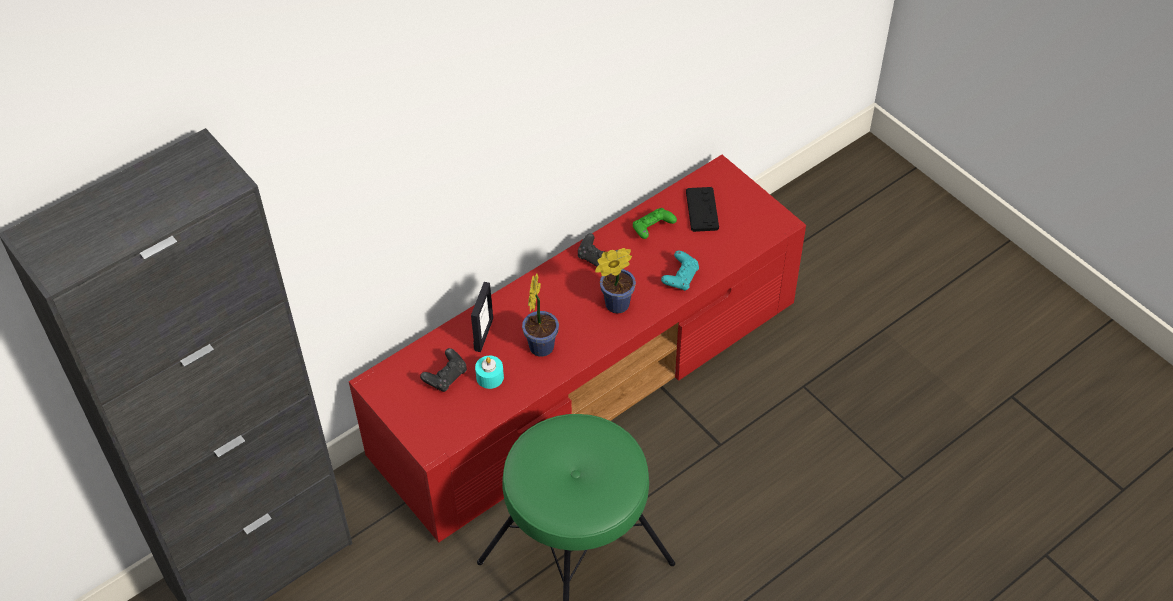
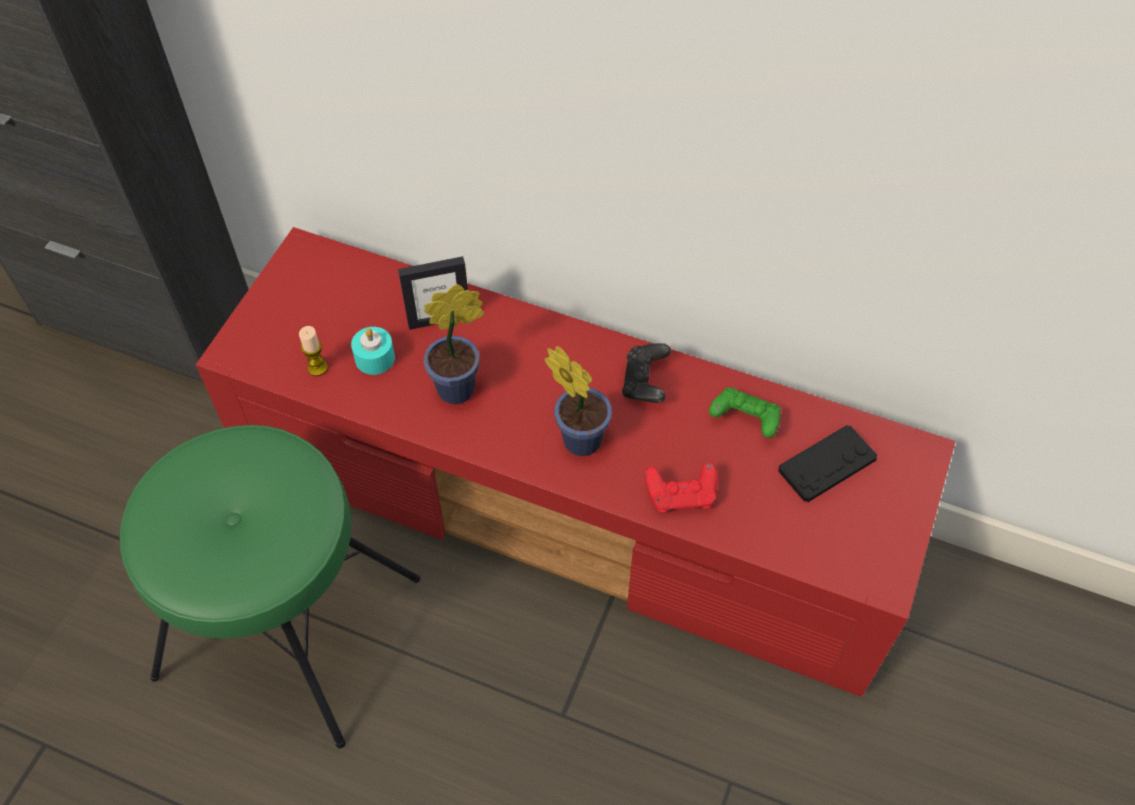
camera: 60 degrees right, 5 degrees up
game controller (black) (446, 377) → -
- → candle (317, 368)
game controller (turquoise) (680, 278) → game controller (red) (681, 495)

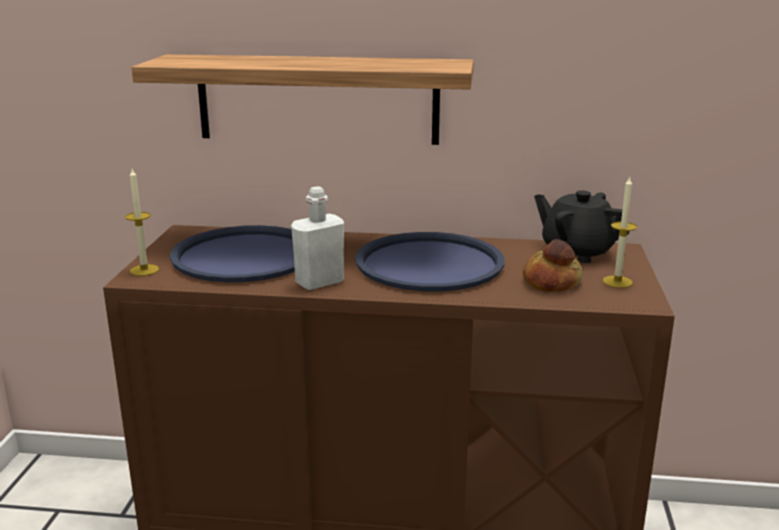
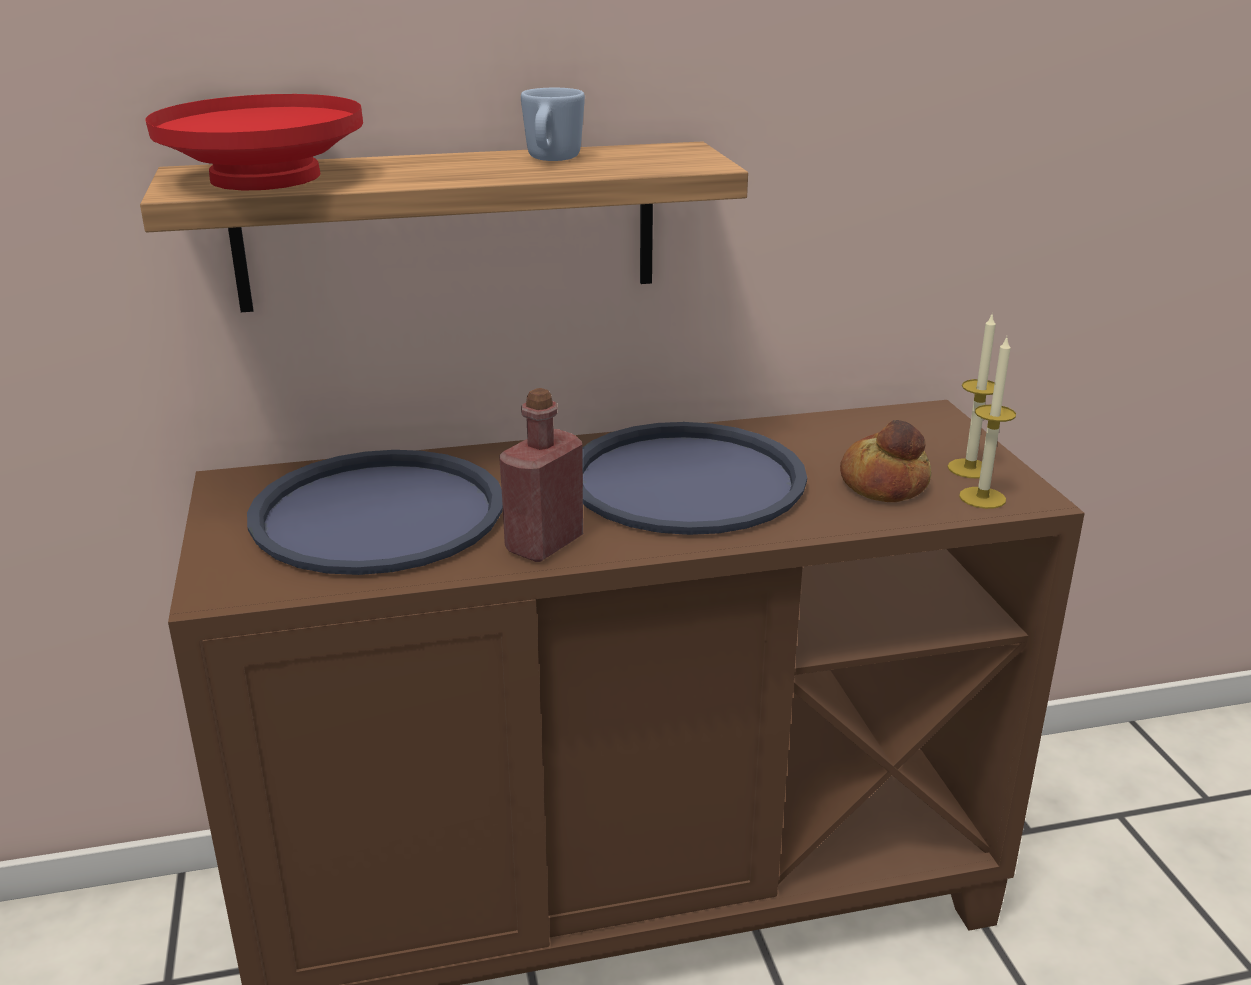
camera: 20 degrees left, 5 degrees up
teapot (black) (577, 252) → -
- → bowl (red) (264, 179)
- → mug (blue) (551, 160)
candle (144, 270) → candle (982, 498), moved
bottle (white) (319, 282) → bottle (red) (544, 544)

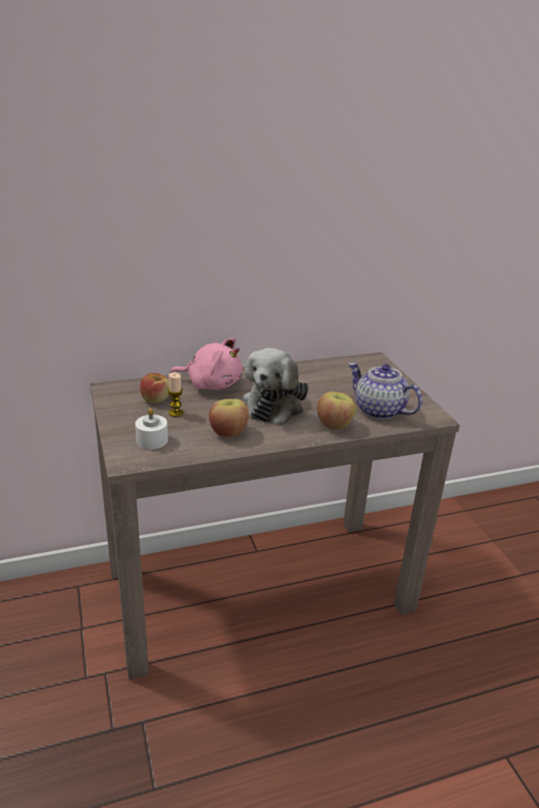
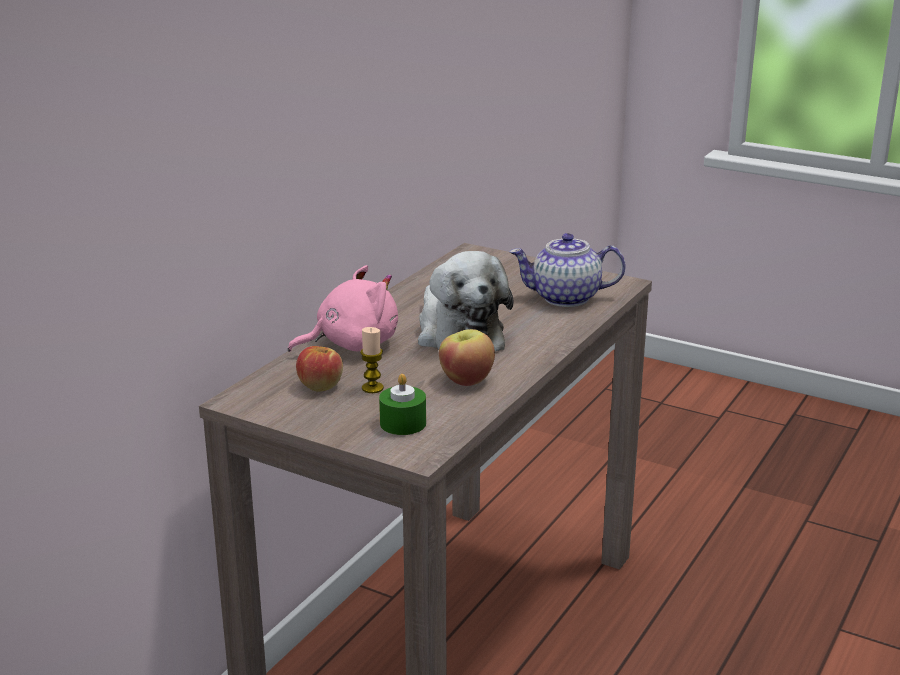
camera: 40 degrees left, 5 degrees down
apple (334, 425) → -
candle (white) (152, 440) → candle (green) (403, 423)

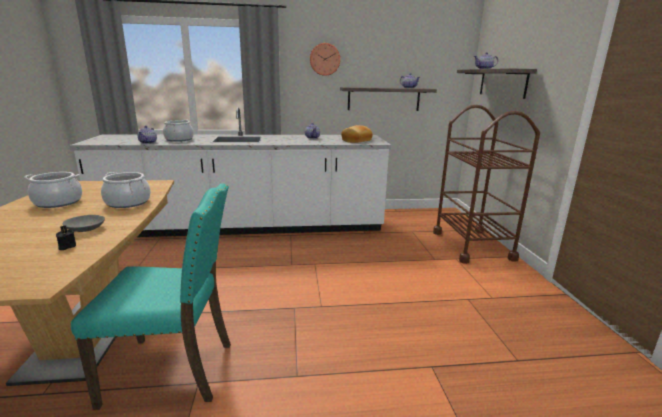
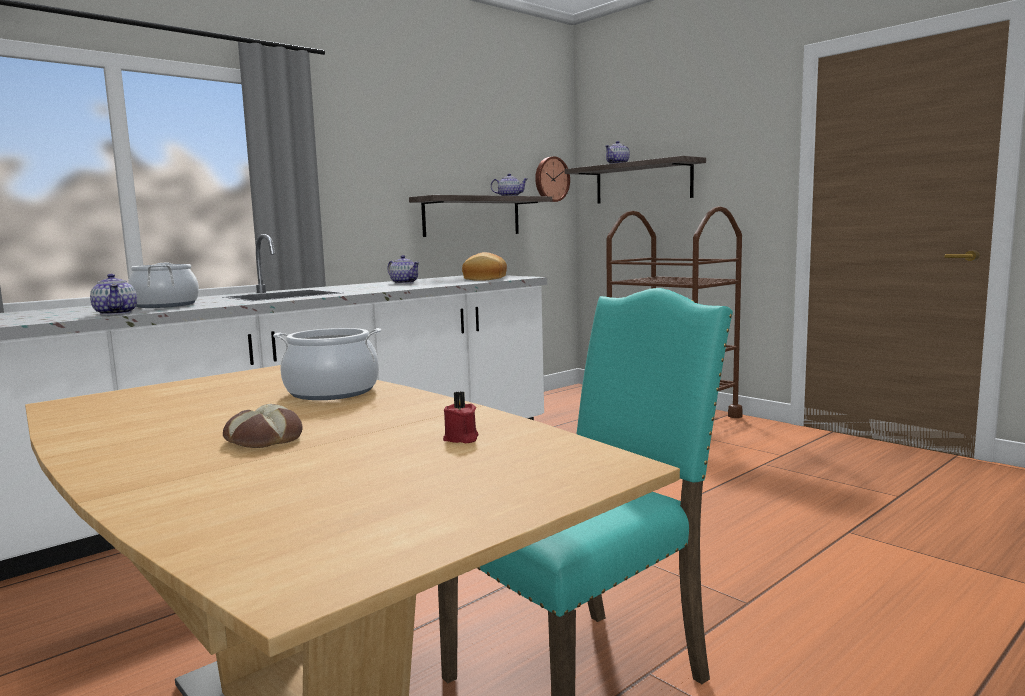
camera: 35 degrees left, 10 degrees down
cooking pot (58, 202) → -
bowl (grey) (86, 229) → -
- → bread (263, 439)
wall clock (324, 59) → wall clock (551, 179), moved
candle (black) (66, 246) → candle (red) (461, 439)

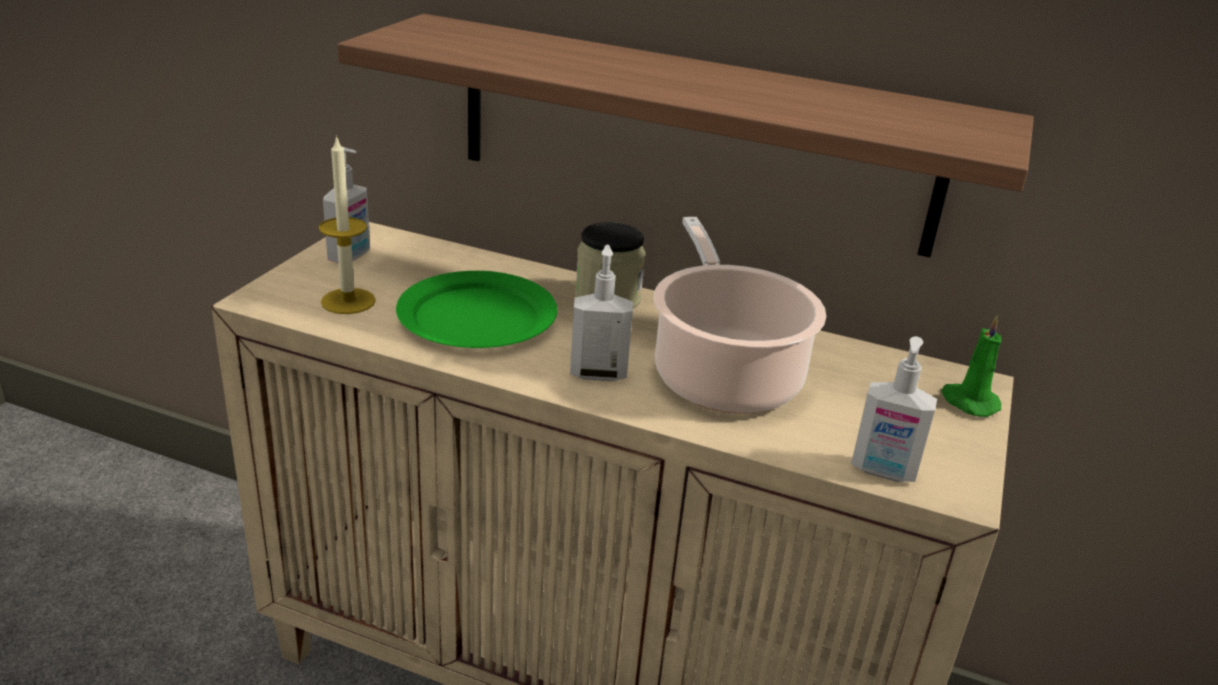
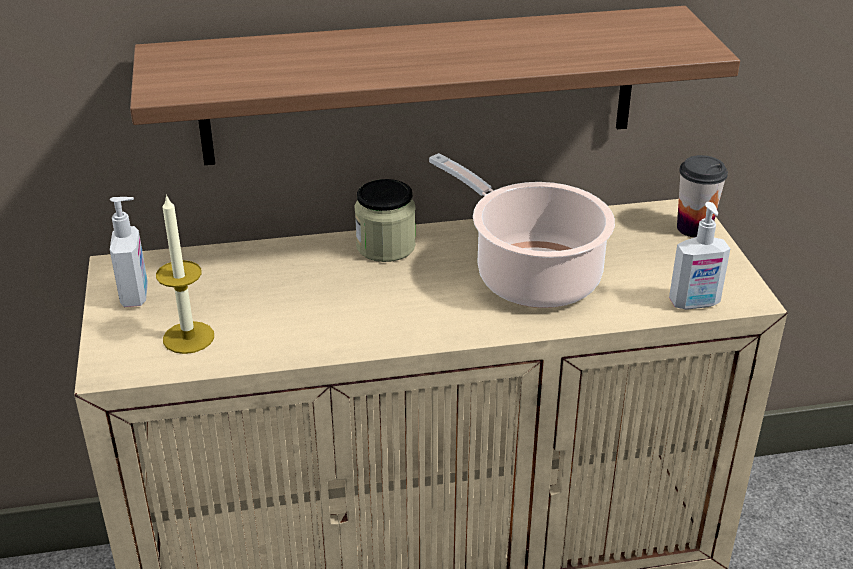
camera: 30 degrees left, 5 degrees up
plate (green) (478, 316) → -
soap dispenser (598, 373) → -
candle (green) (968, 402) → cup (694, 228)

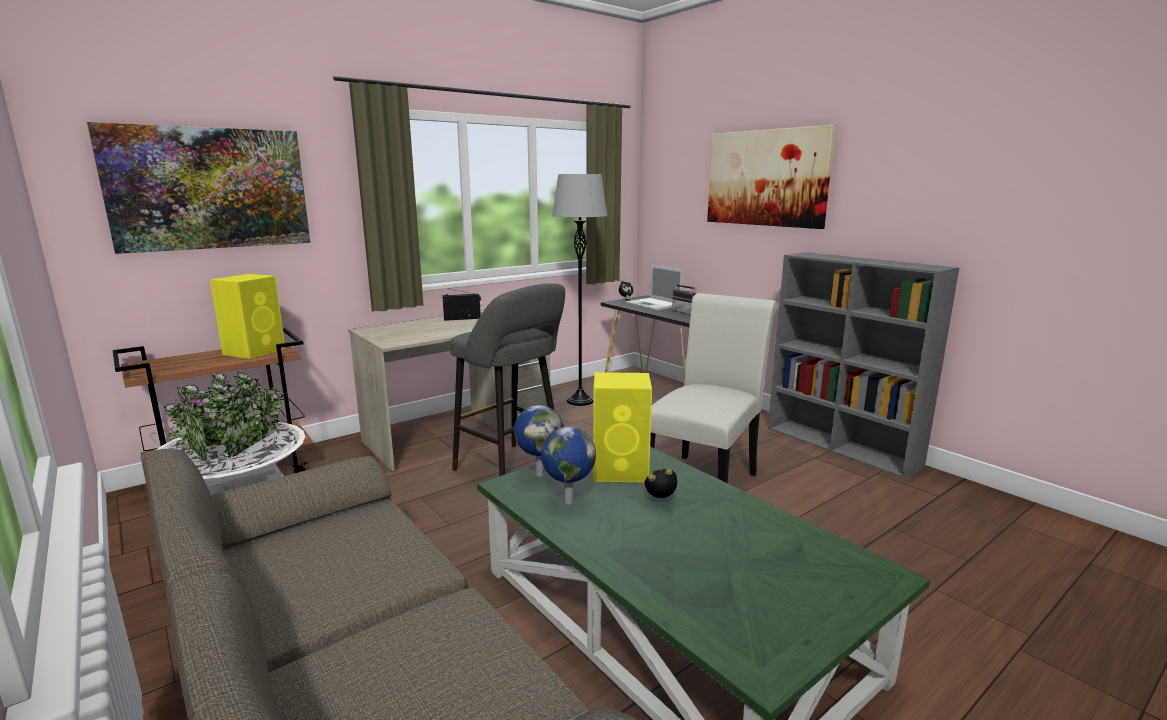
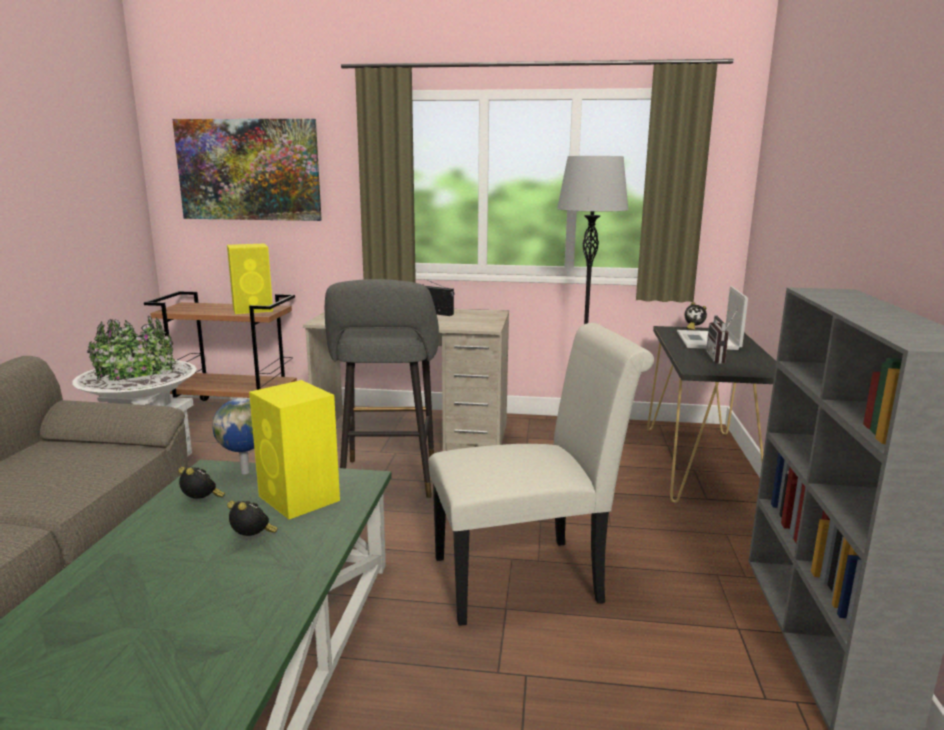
camera: 45 degrees right, 0 degrees up
picture (766, 178) → -
globe (567, 502) → alarm clock (202, 502)

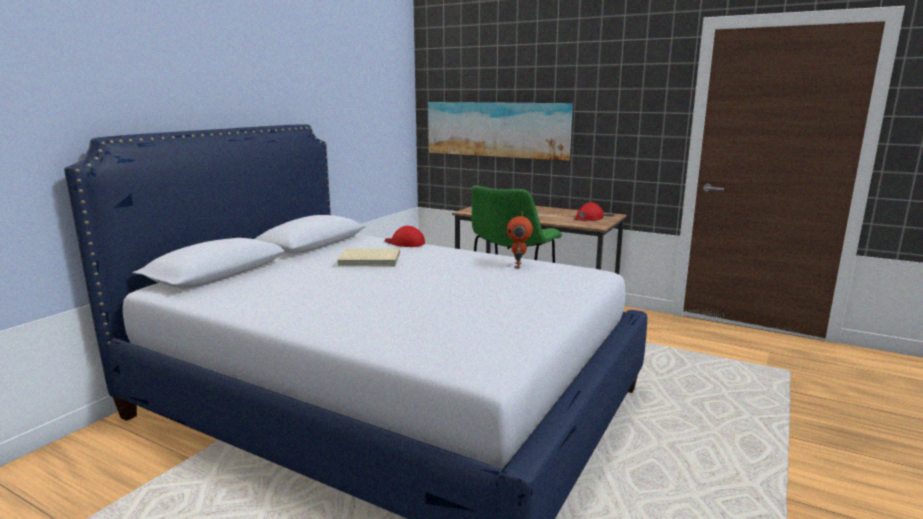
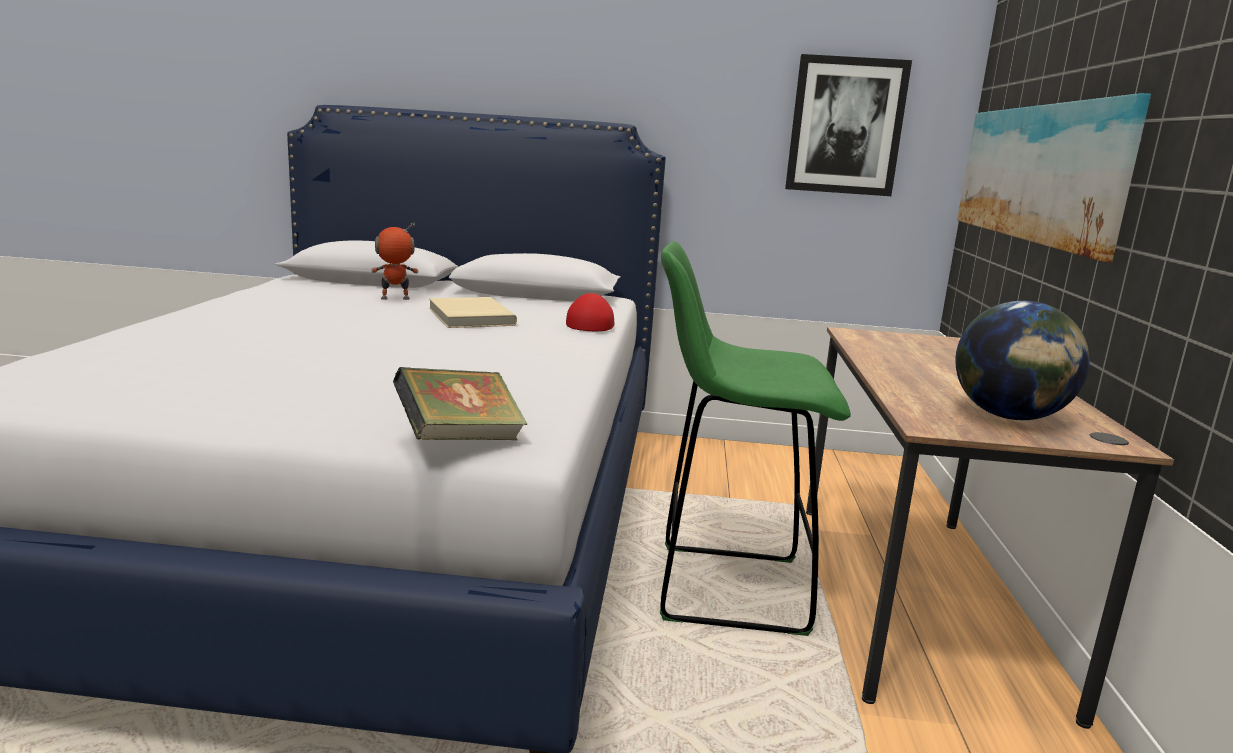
camera: 65 degrees right, 0 degrees up
- → book (460, 440)
- → picture (846, 126)
toy robot (518, 265) → toy robot (395, 299), moved
cap (red) (587, 218) → globe (1009, 417)

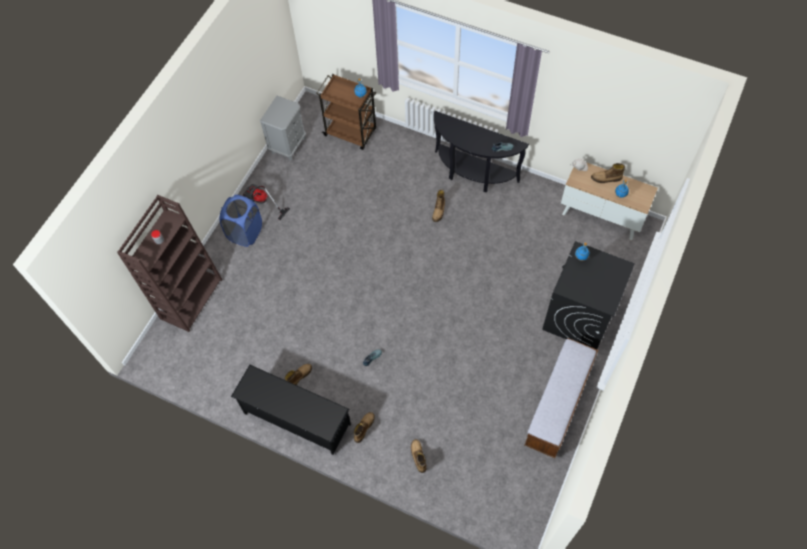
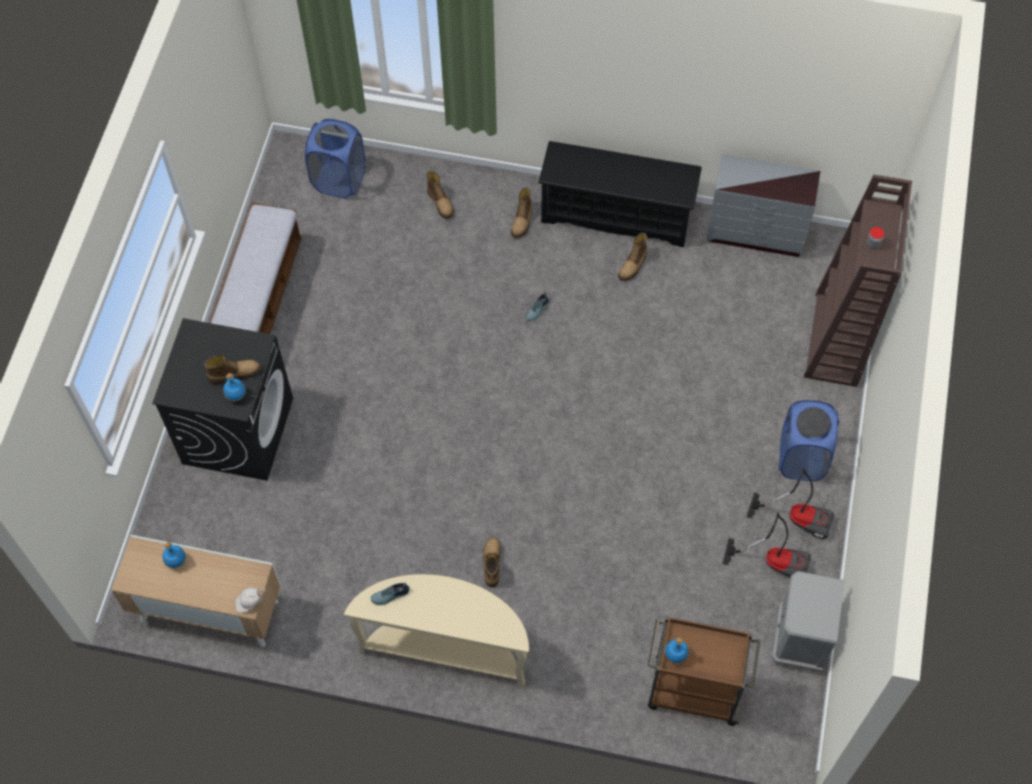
camera: 165 degrees right, 0 degrees up
- → laundry basket (blue) (339, 180)
- → dresser (grey) (756, 234)
- → vacuum cleaner (774, 560)
boot (606, 178) → boot (235, 373), moved
console table (black) (472, 174) → console table (beige) (446, 648)

